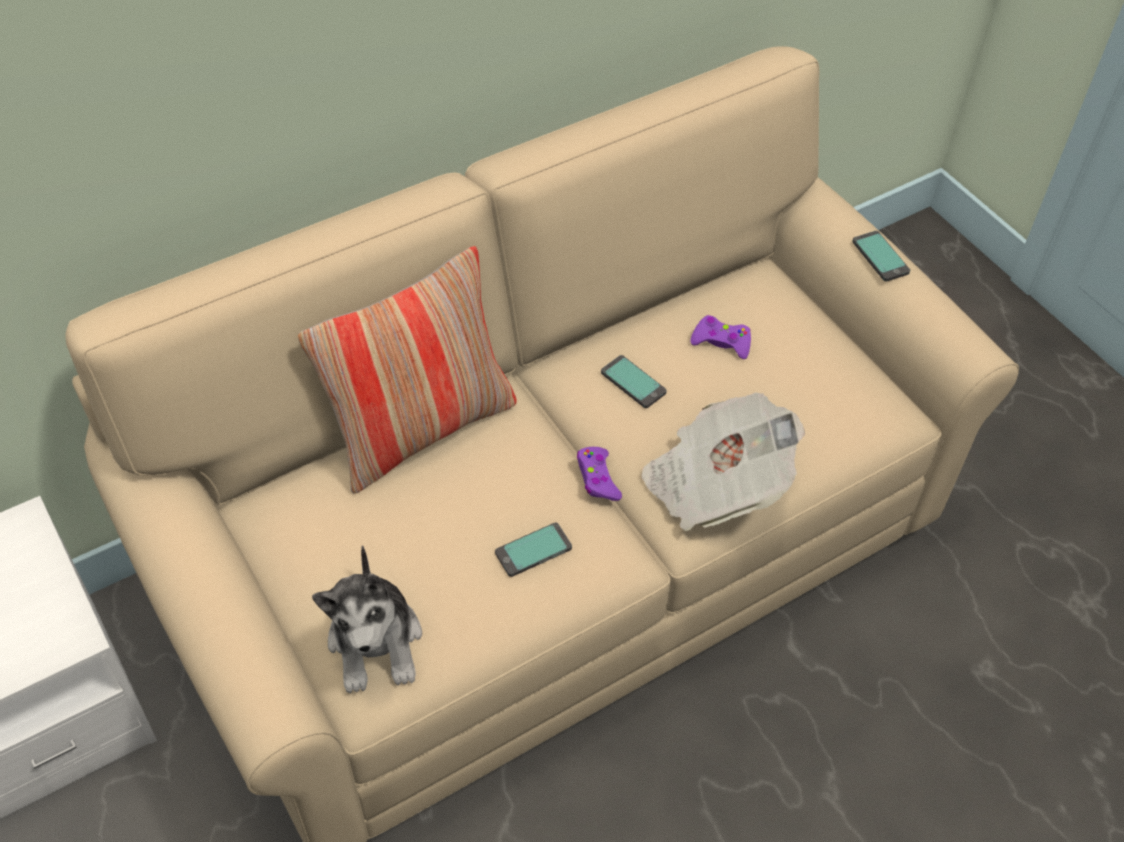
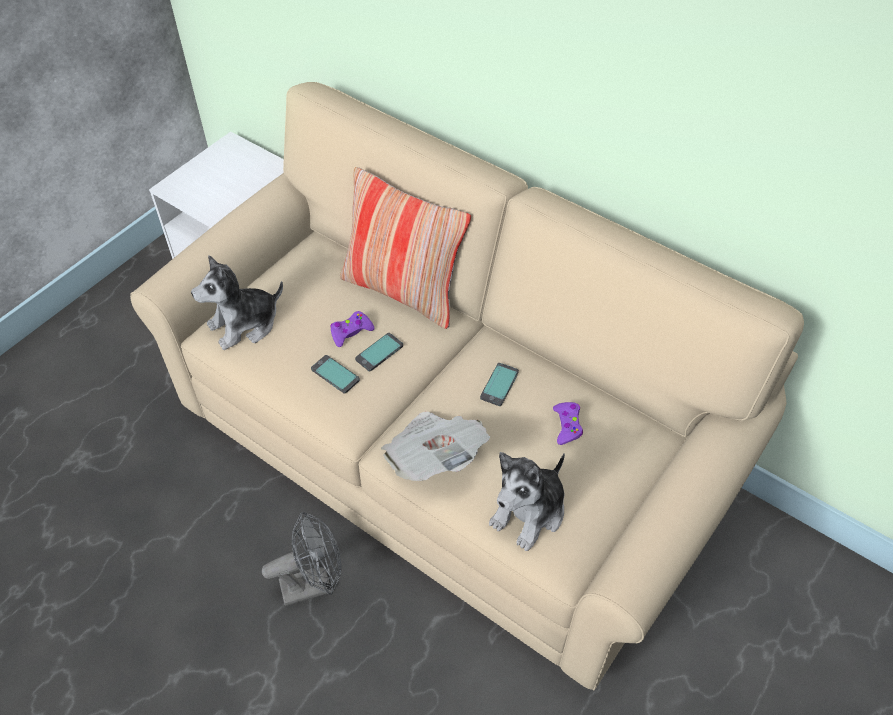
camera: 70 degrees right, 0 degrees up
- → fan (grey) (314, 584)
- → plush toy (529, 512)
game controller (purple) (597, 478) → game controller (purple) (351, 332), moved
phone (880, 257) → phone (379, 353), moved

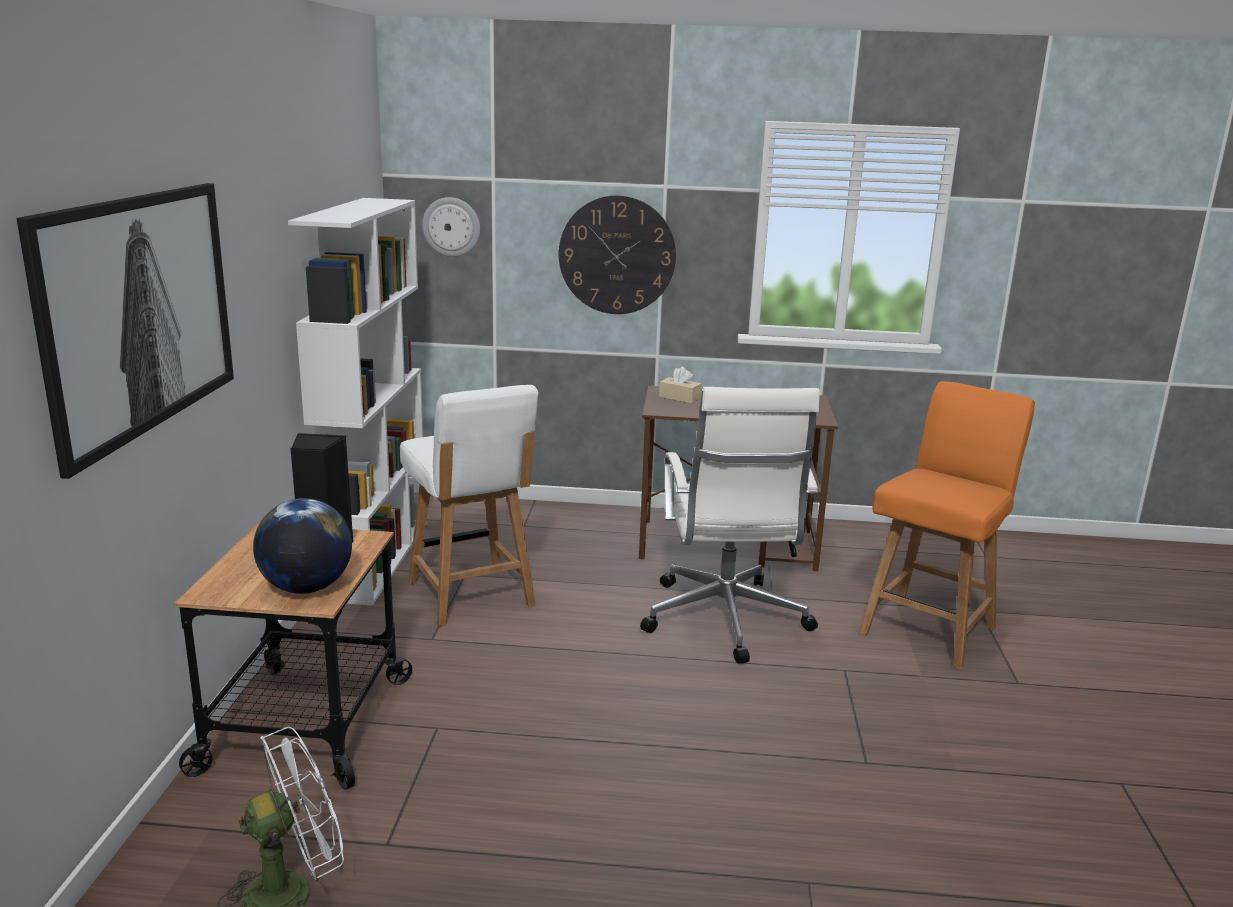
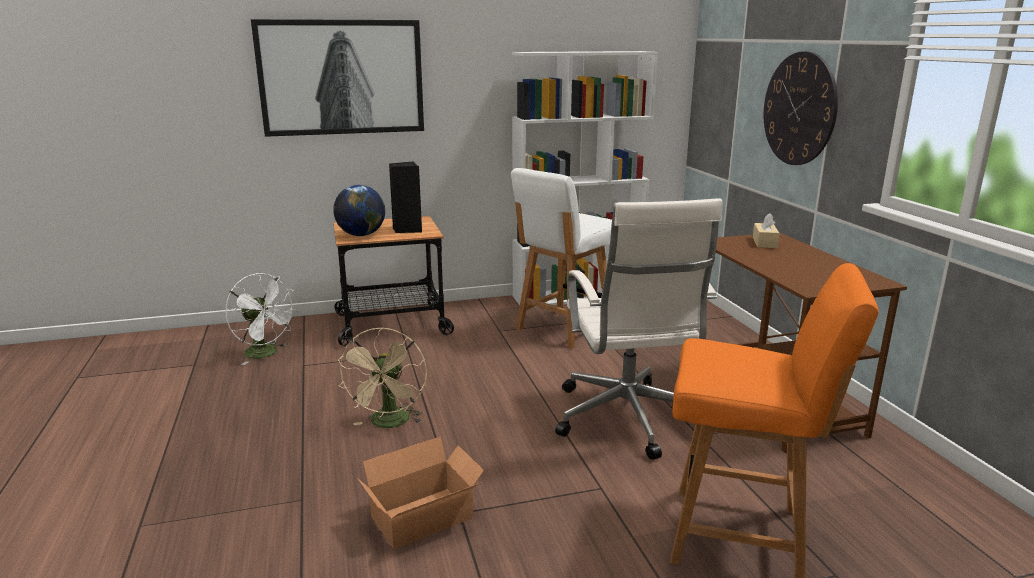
camera: 70 degrees right, 0 degrees up
wall clock (451, 227) → -
- → fan (beige) (389, 424)
- → cardboard box (426, 518)
office chair (white) (724, 620) → office chair (white) (627, 419), 75 degrees counterclockwise

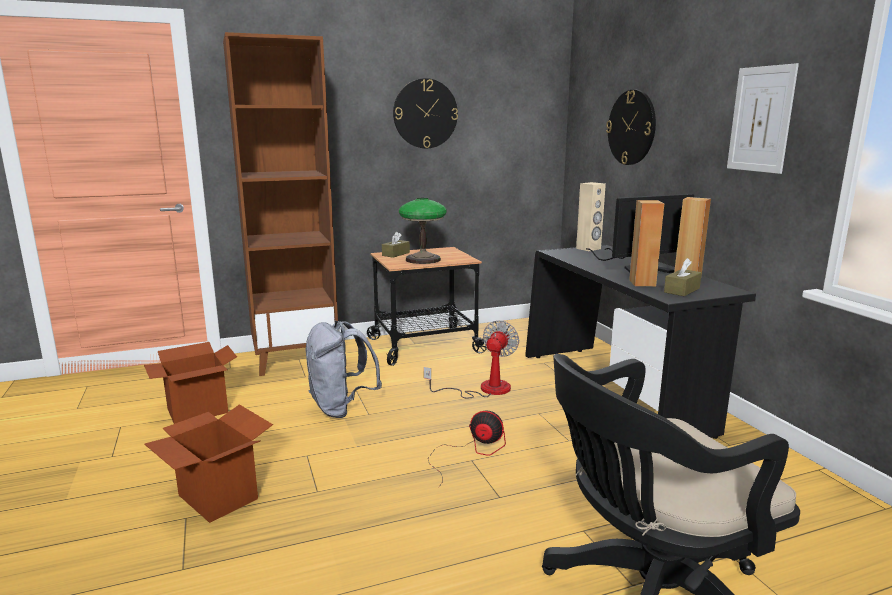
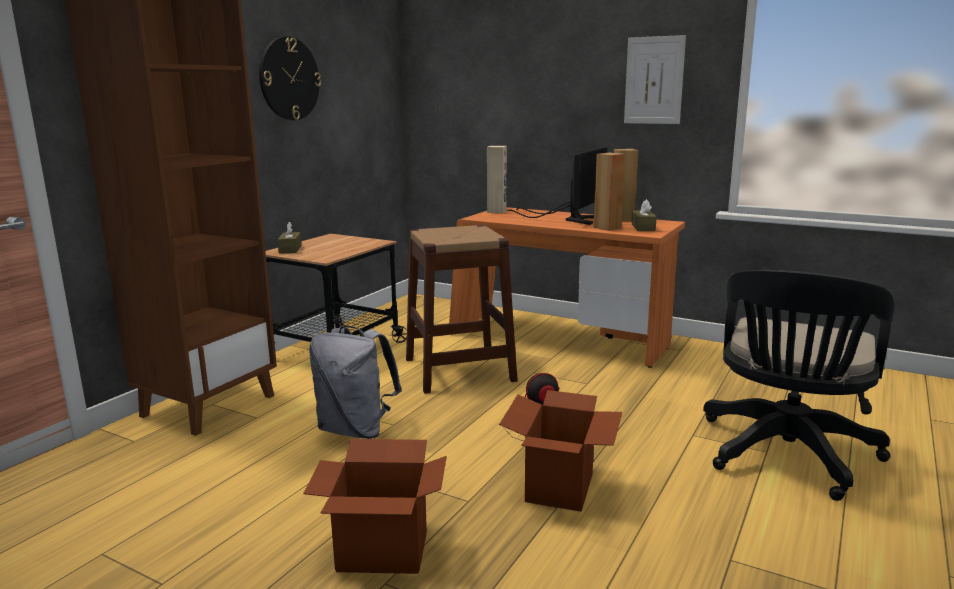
camera: 40 degrees left, 0 degrees up
table lamp (423, 260) → -
wall clock (631, 127) → -
cardboard box (197, 411) → cardboard box (559, 488), moved
fan (484, 389) → stool (brown) (459, 370)
desk (black) (615, 392) → desk (orange) (559, 340)

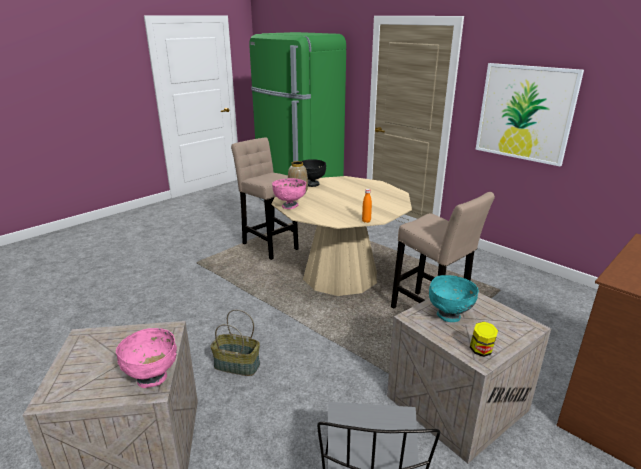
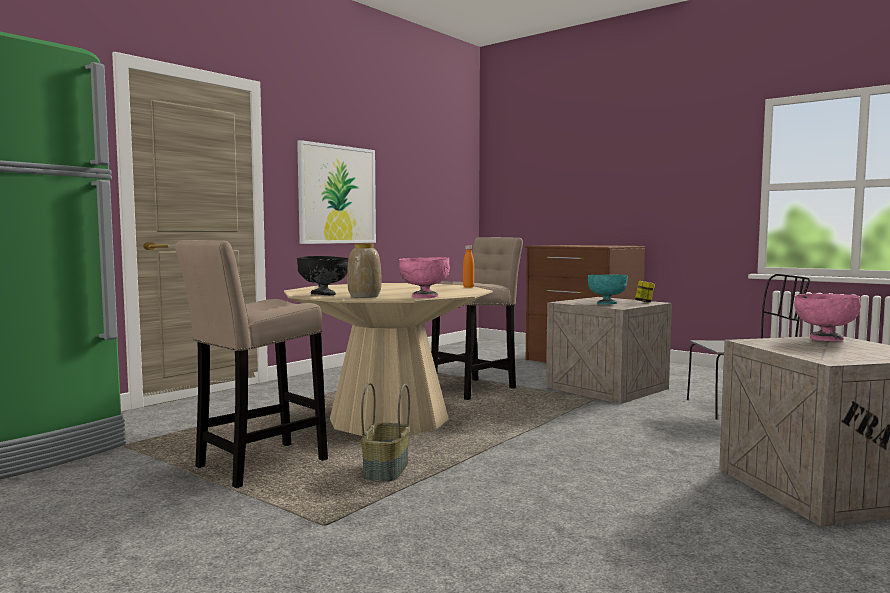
camera: 95 degrees left, 20 degrees down
basket (236, 365) → basket (387, 470), moved

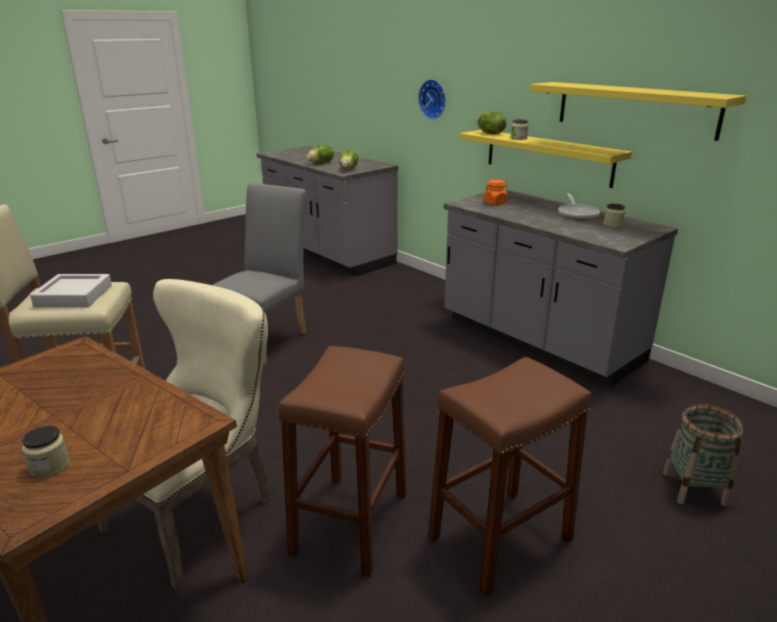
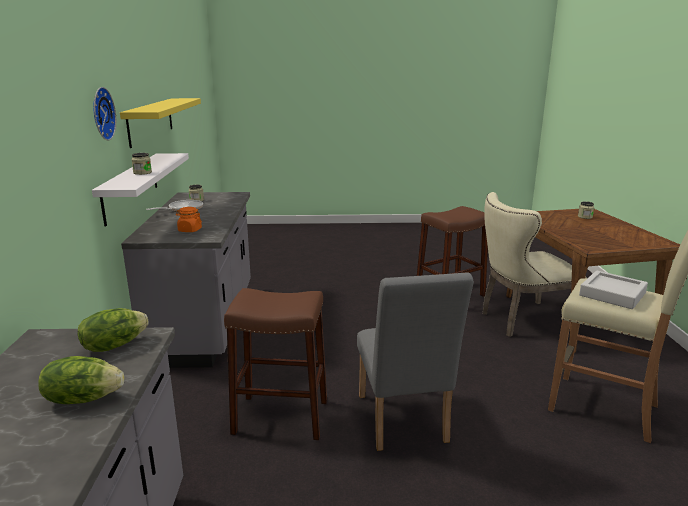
camera: 140 degrees left, 5 degrees down
lettuce (489, 133) → -
basket (694, 488) → -
wall clock (434, 99) → wall clock (100, 114), moved
stool (brown) (500, 538) → stool (brown) (281, 417), moved
shelf (yellow) (547, 157) → shelf (white) (131, 186)
chair (grey) (267, 339) → chair (grey) (403, 423), 75 degrees counterclockwise

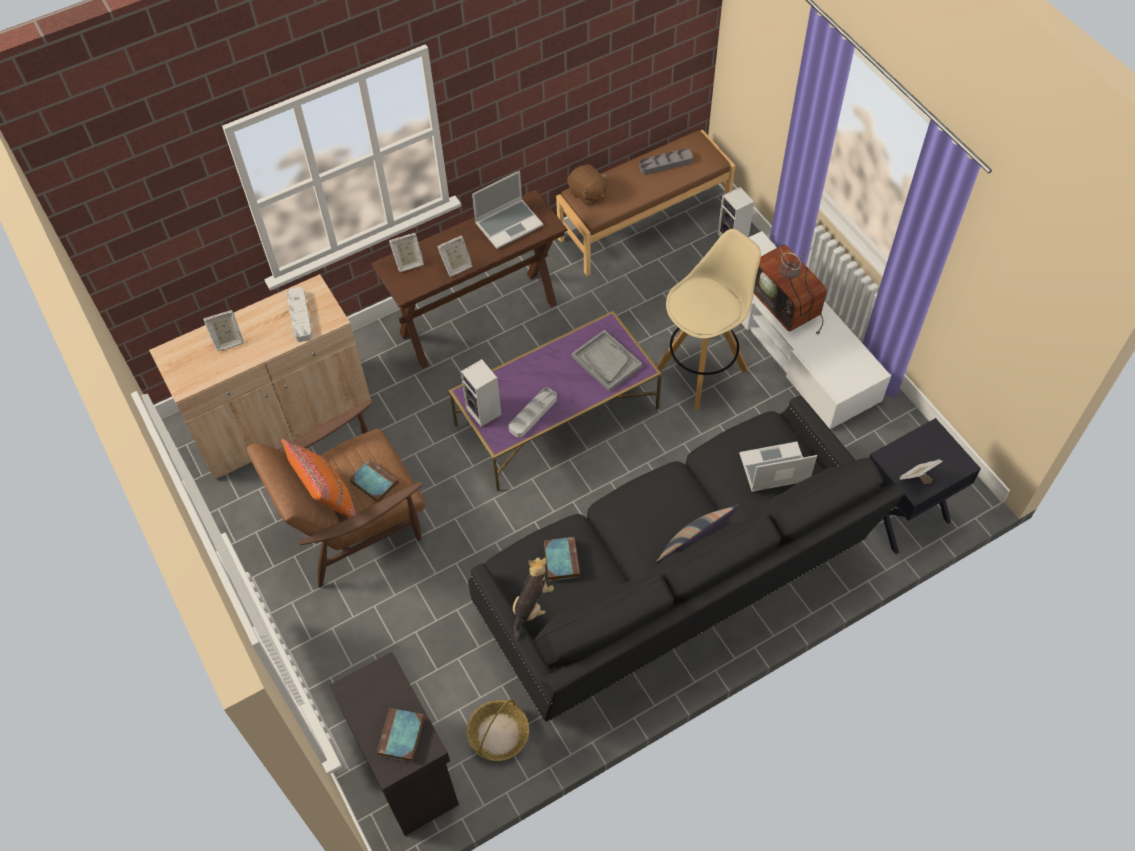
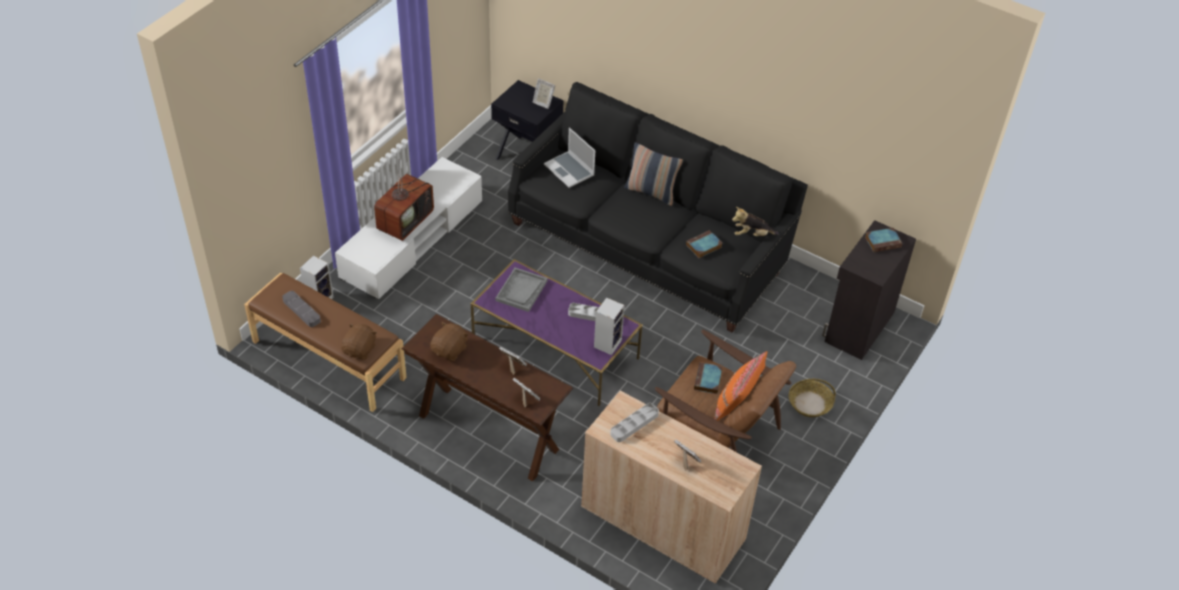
camera: 120 degrees left, 10 degrees down
stool (beige) (702, 369) → -
basket (498, 734) → basket (810, 403), moved
laptop (509, 224) → plush toy (brown) (450, 350)

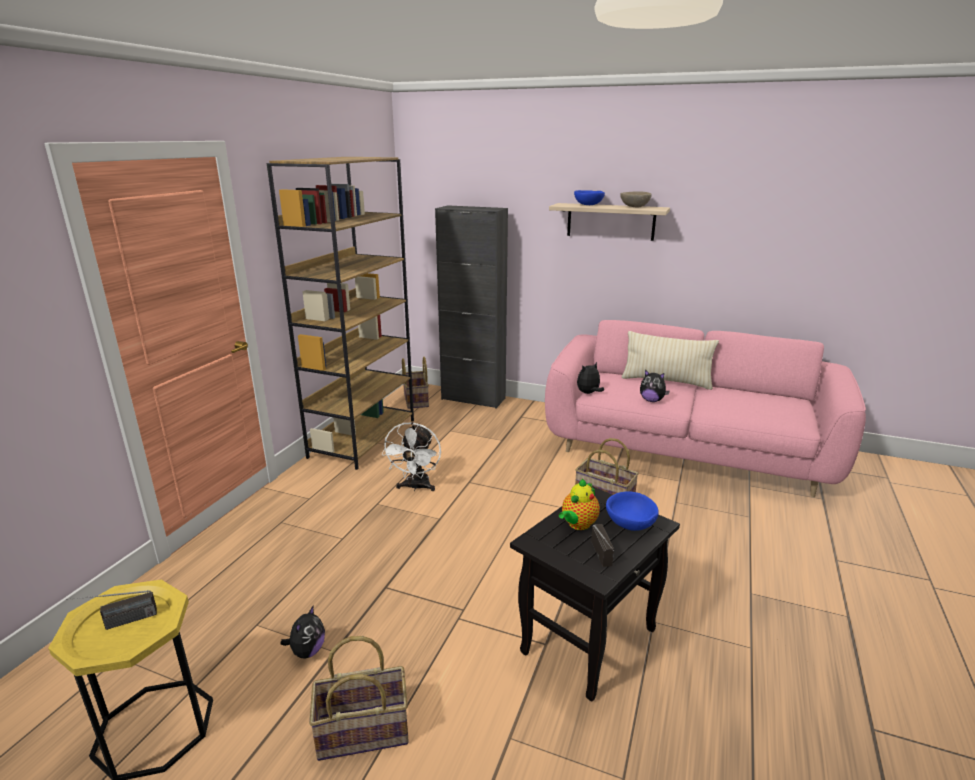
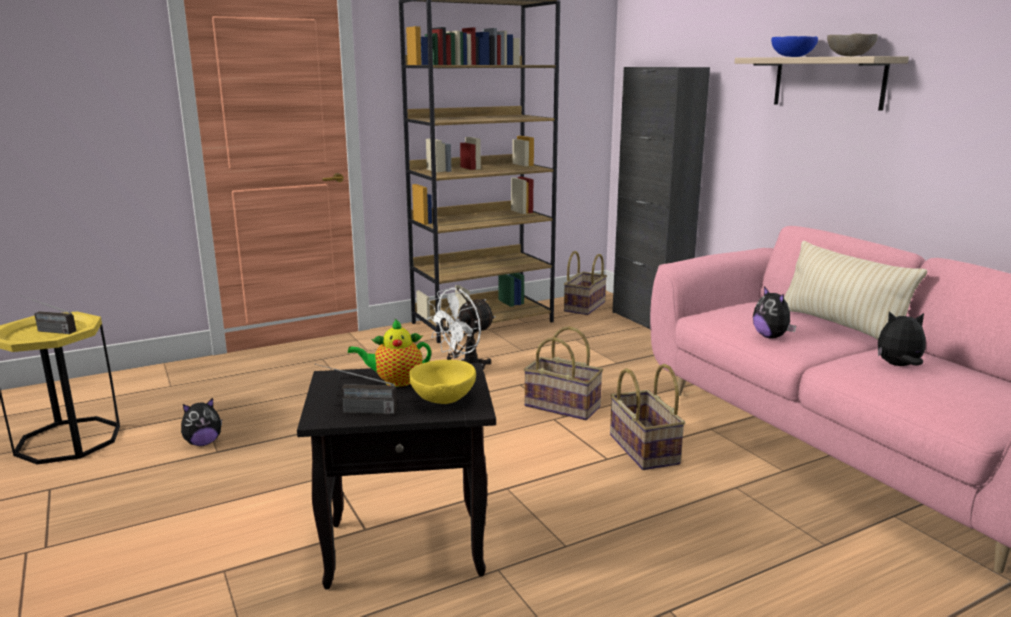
camera: 40 degrees right, 5 degrees down
basket (363, 730) → basket (563, 406), moved
plush toy (588, 393) → plush toy (898, 366), moved
bowl (blue) (629, 524) → bowl (yellow) (442, 398)
radio (605, 560) → radio (355, 411), 60 degrees clockwise

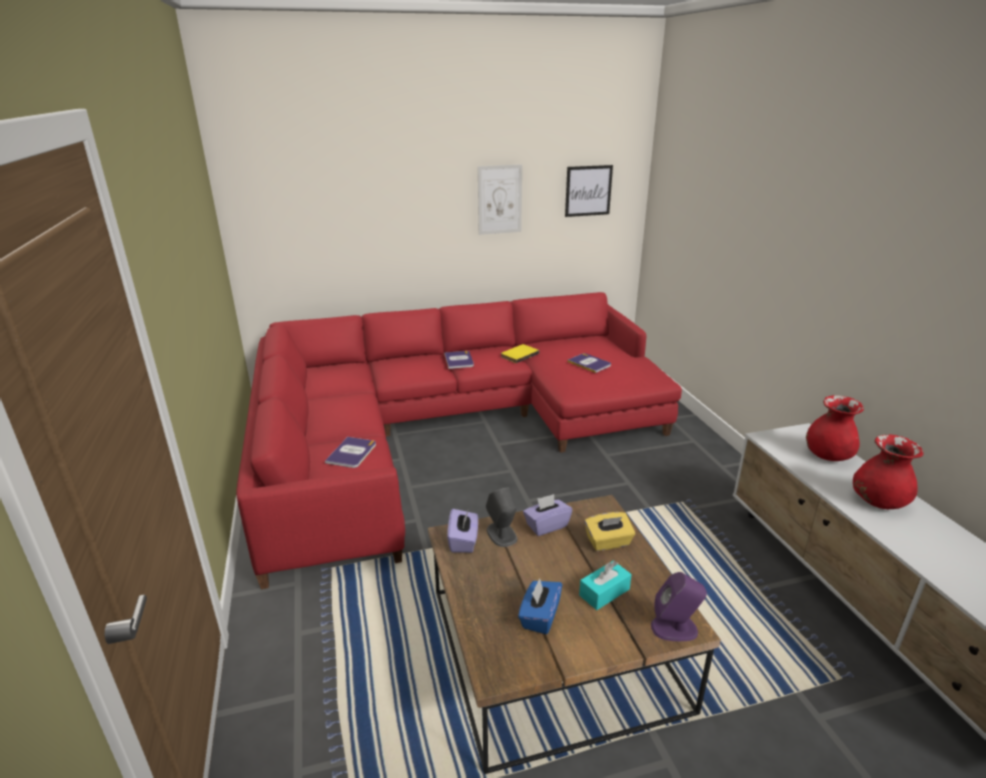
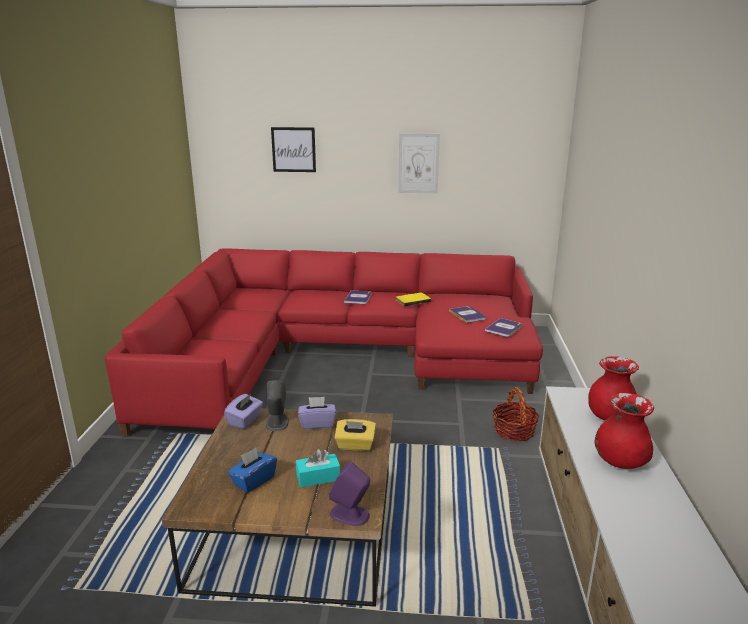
camera: 20 degrees right, 5 degrees down
- → basket (514, 431)
book (352, 453) → book (504, 328), moved
picture (588, 191) → picture (293, 149), moved

